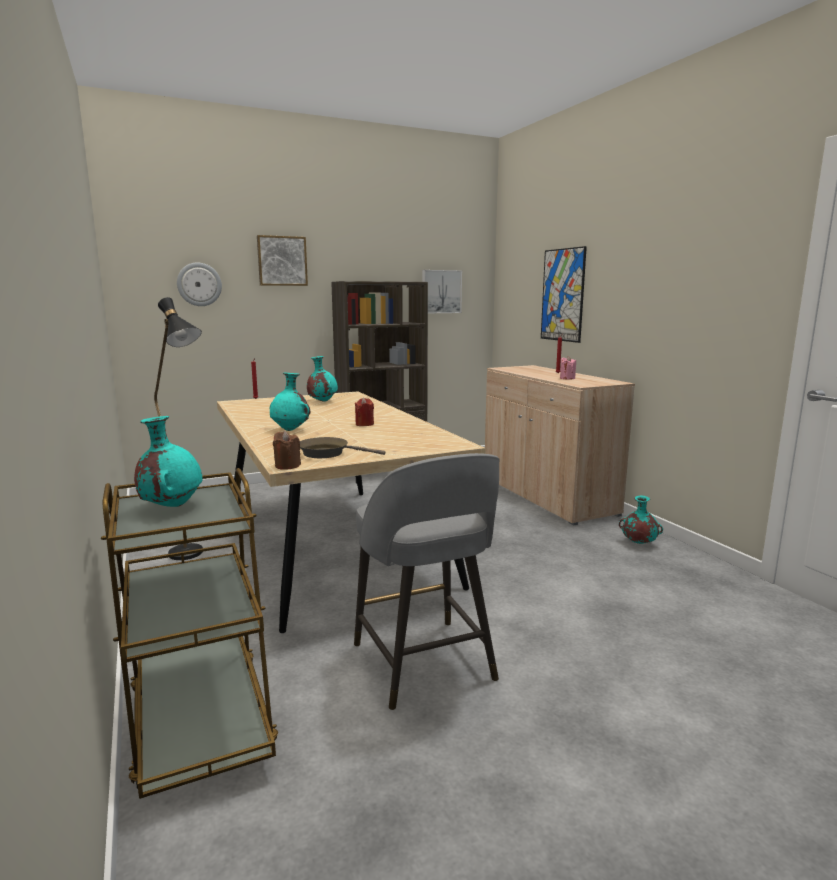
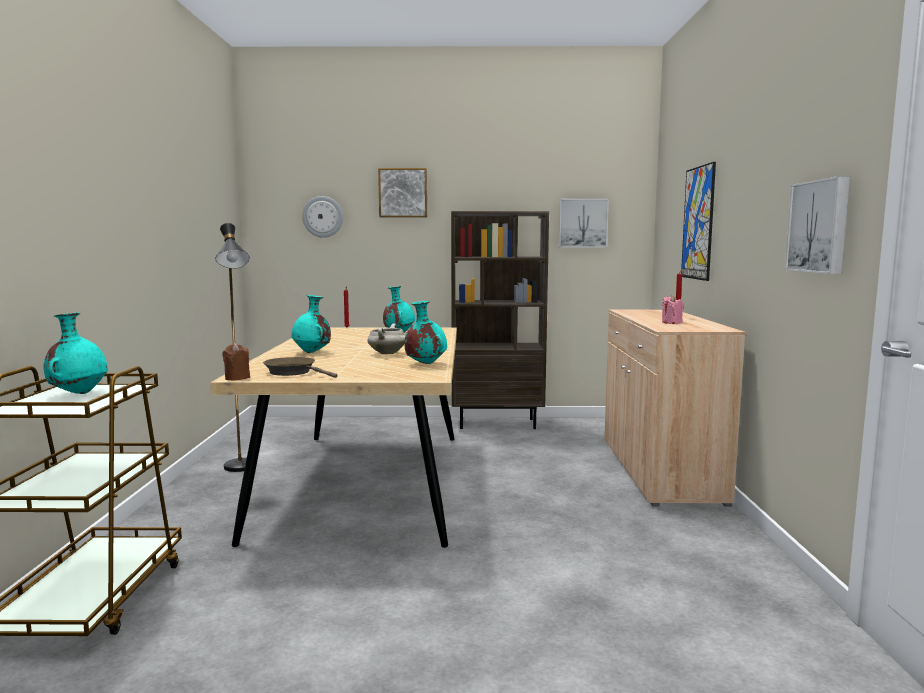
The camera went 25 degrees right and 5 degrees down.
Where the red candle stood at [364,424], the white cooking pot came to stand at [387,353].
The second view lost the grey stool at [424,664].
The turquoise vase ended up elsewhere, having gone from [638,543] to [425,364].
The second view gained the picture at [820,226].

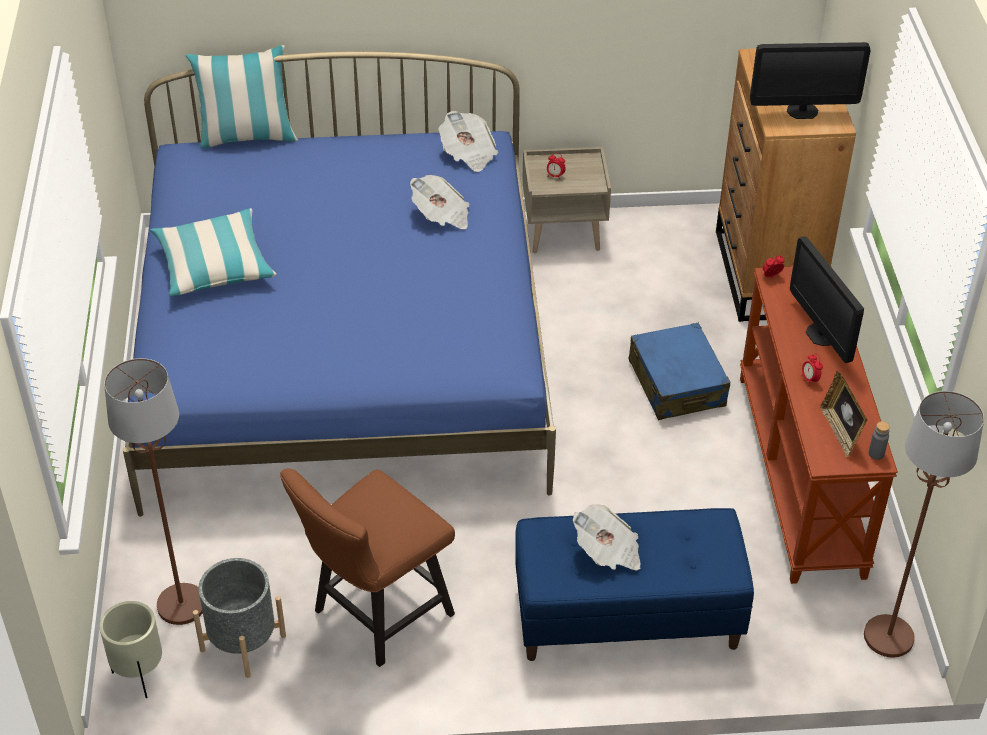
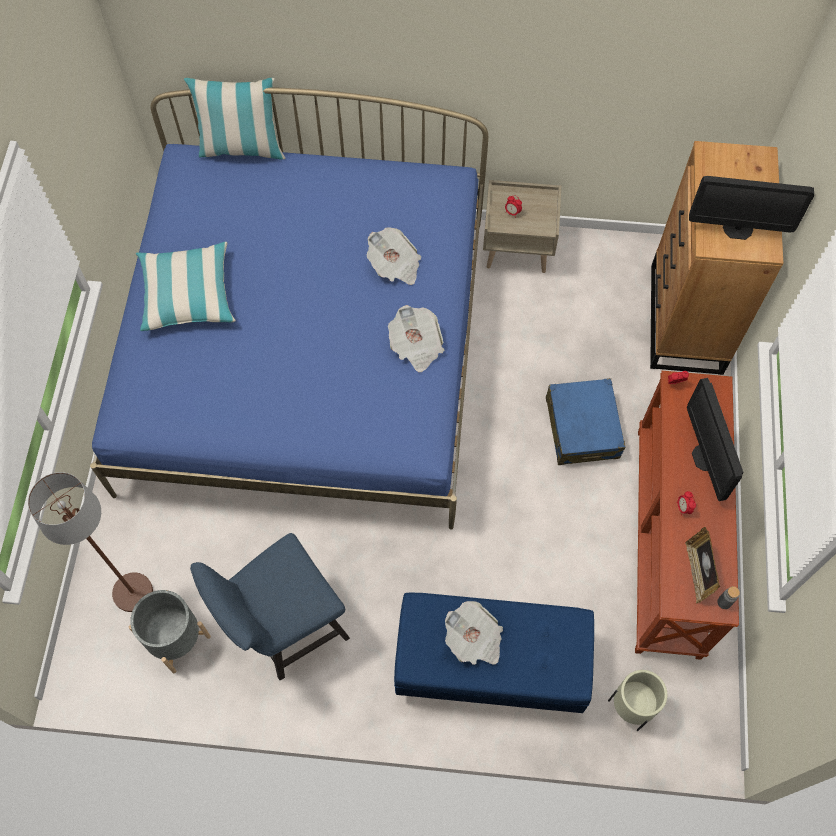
The camera went 10 degrees right and 20 degrees up.
The newspaper ended up elsewhere, having gone from [468,154] to [416,346].
The second view lost the brown floor lamp at [888,637].
What was the brown chair at [375,617] turned into the blue chair at [285,630].
The beige planter ended up elsewhere, having gone from [139,675] to [630,707].

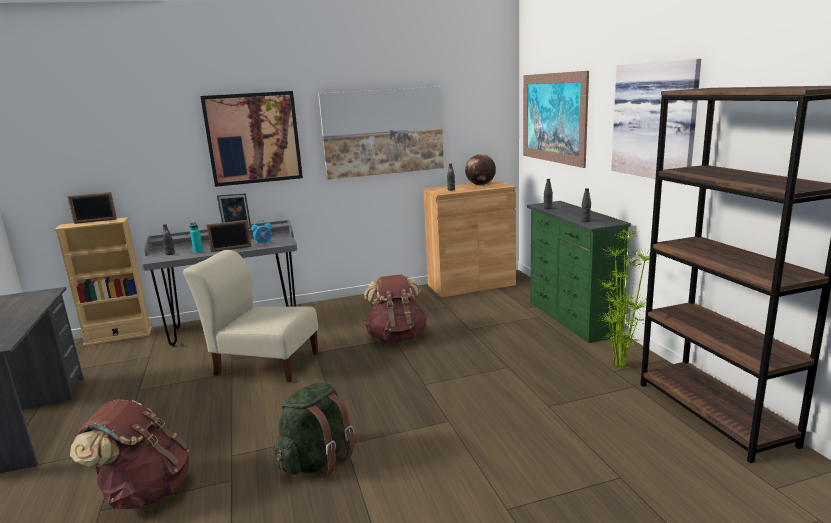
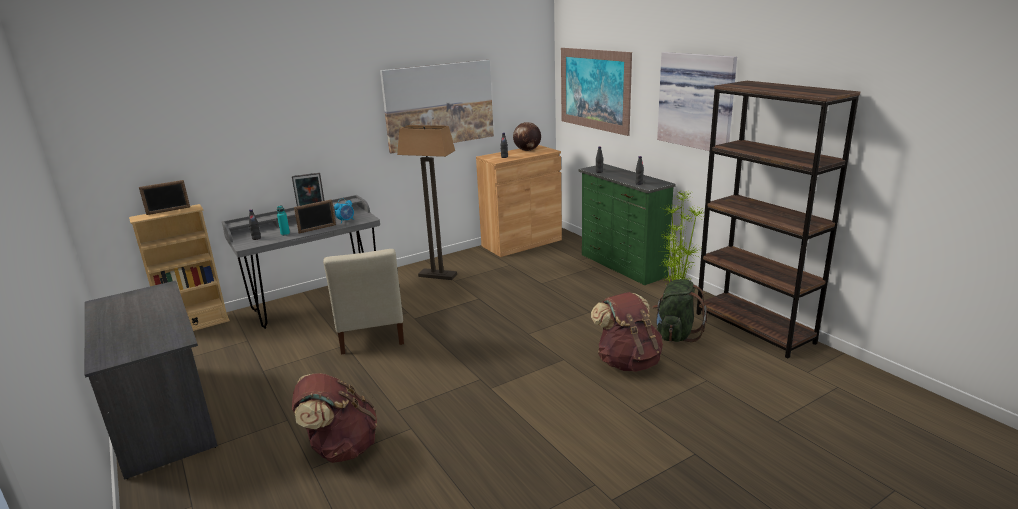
The camera went 15 degrees left and 5 degrees up.
The second view lost the picture at [253,138].
The beige chair at [263,363] ended up facing another way, 105 degrees counterclockwise from before.
The brown backpack ended up elsewhere, having gone from [397,337] to [627,362].
The green backpack ended up elsewhere, having gone from [317,460] to [676,334].
The second view gained the floor lamp at [437,275].

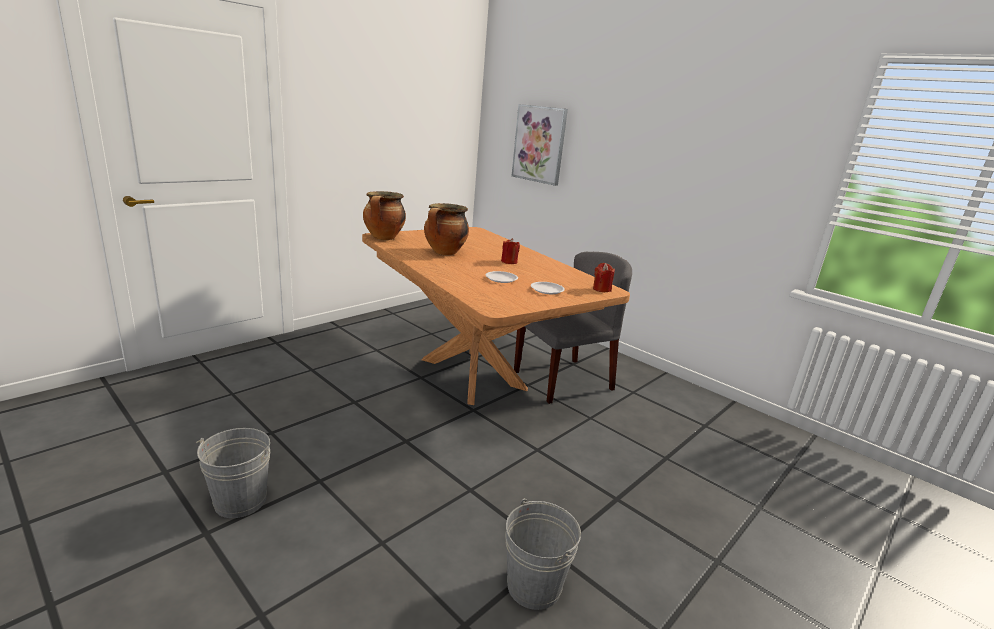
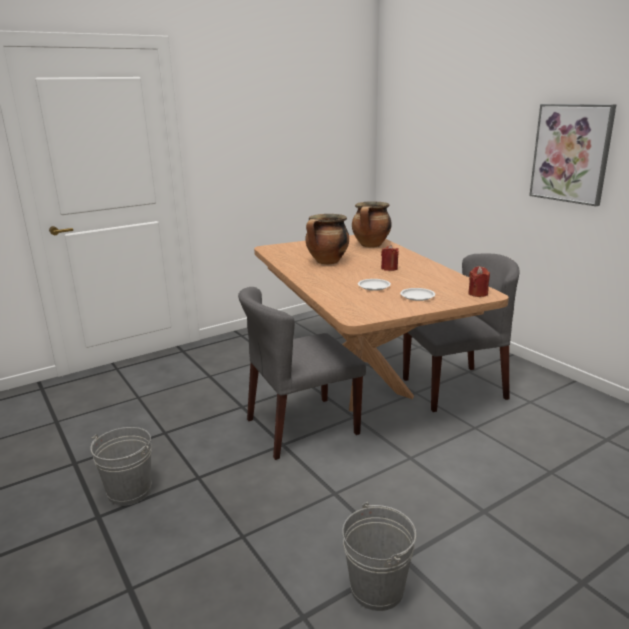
The camera went 15 degrees right and 0 degrees up.
The picture ended up elsewhere, having gone from [539,144] to [571,153].
The cooking pot ended up elsewhere, having gone from [384,238] to [371,245].
The second view gained the grey chair at [301,427].

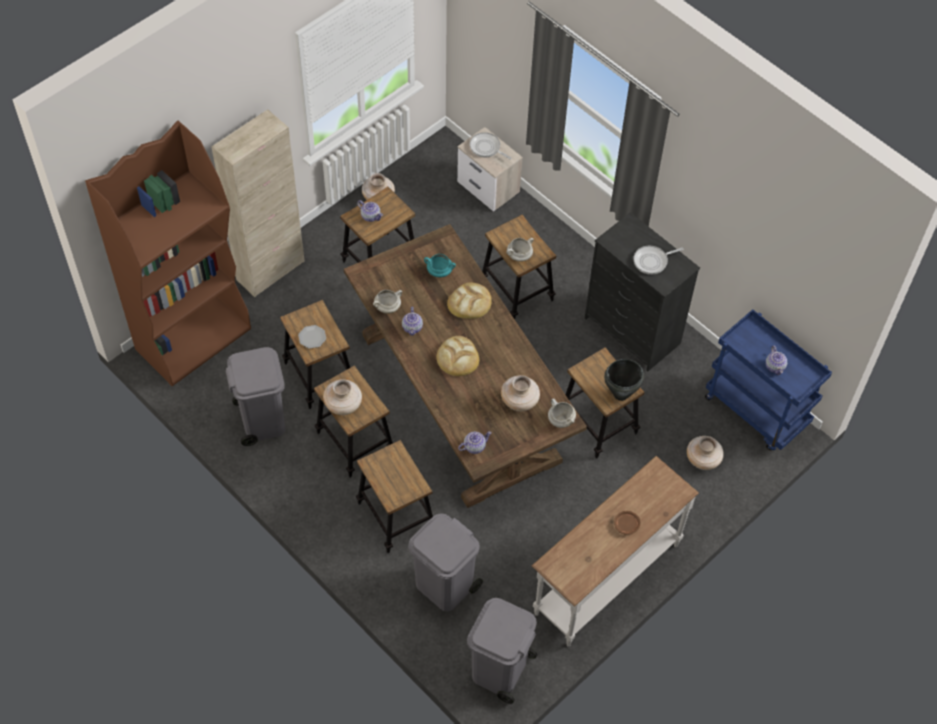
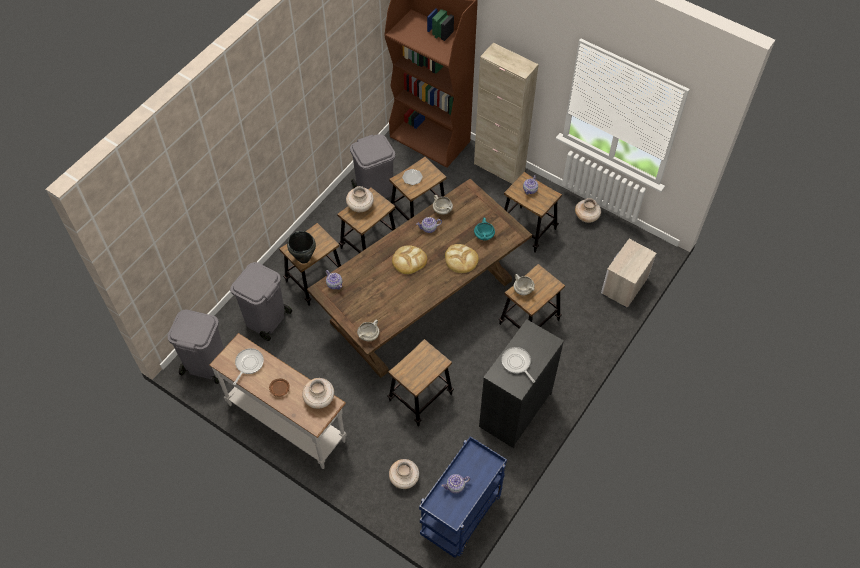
The camera went 80 degrees right and 0 degrees up.
The frying pan ended up elsewhere, having gone from [486,148] to [248,364].
The black cooking pot ended up elsewhere, having gone from [621,394] to [303,259].
The beige vase ended up elsewhere, having gone from [520,401] to [319,399].

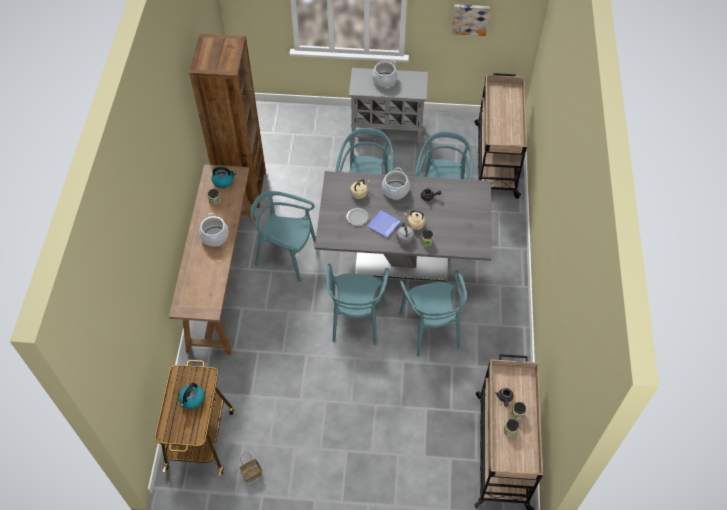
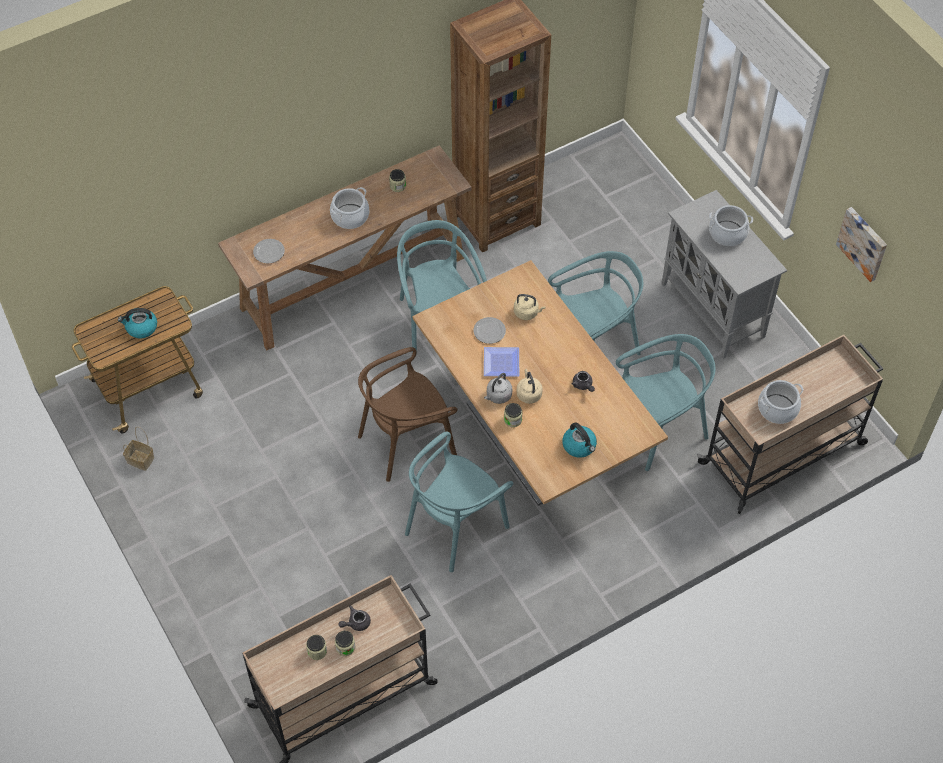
The camera went 55 degrees right and 0 degrees up.
The kettle ended up elsewhere, having gone from [223,181] to [579,446].
The cooking pot ended up elsewhere, having gone from [395,190] to [777,409].
What was the grey dining table at [402,257] turned into the brown dining table at [533,437].
What was the turquoise chair at [356,319] turned into the brown chair at [406,442].
The second view gained the plate at [269,251].

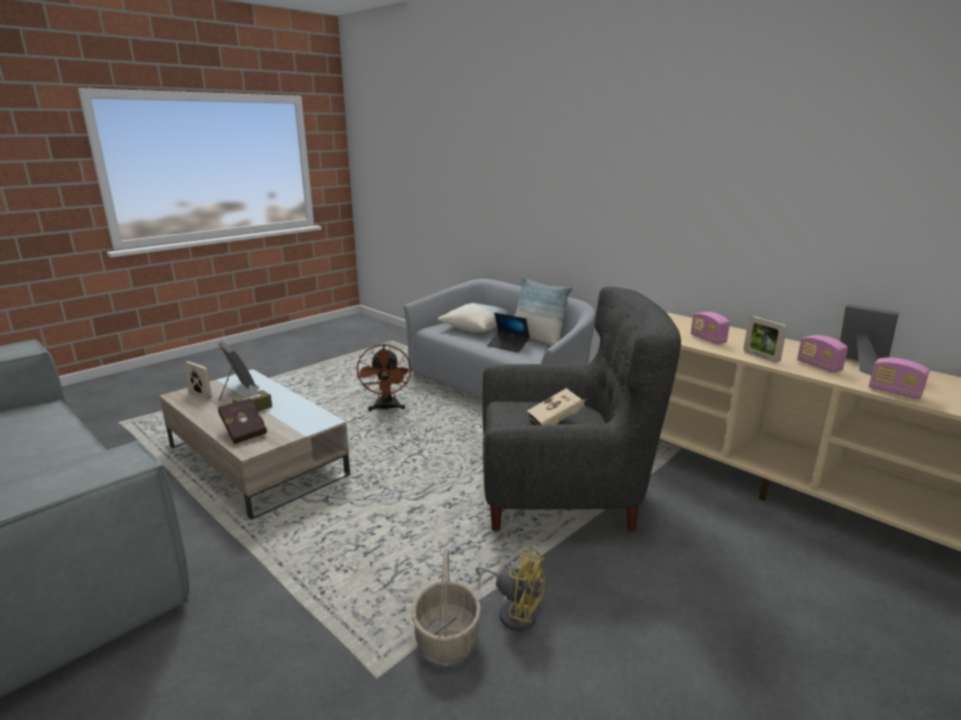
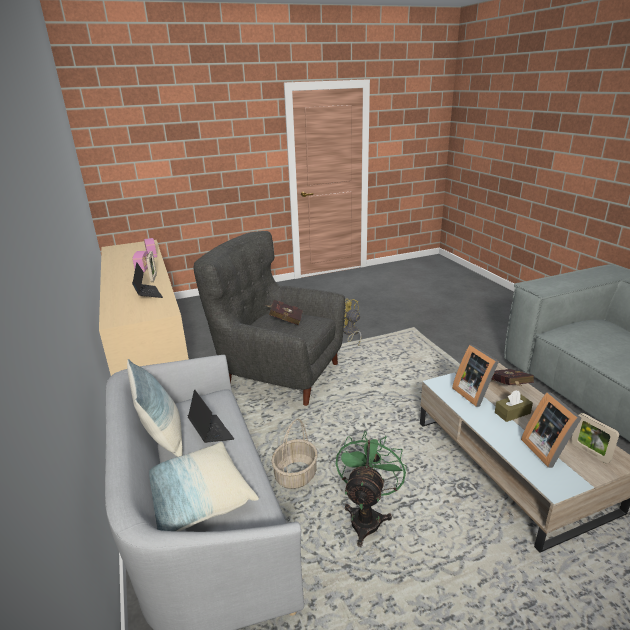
The camera went 155 degrees left and 5 degrees up.
The picture frame ended up elsewhere, having gone from [860,364] to [474,393].
Where the radio stood at [708,339], the laptop came to stand at [148,294].
What was the brown fan at [386,408] turned into the green fan at [367,516].
What was the beige book at [557,421] turned into the red book at [285,320].
The basket ended up elsewhere, having gone from [446,637] to [296,475].

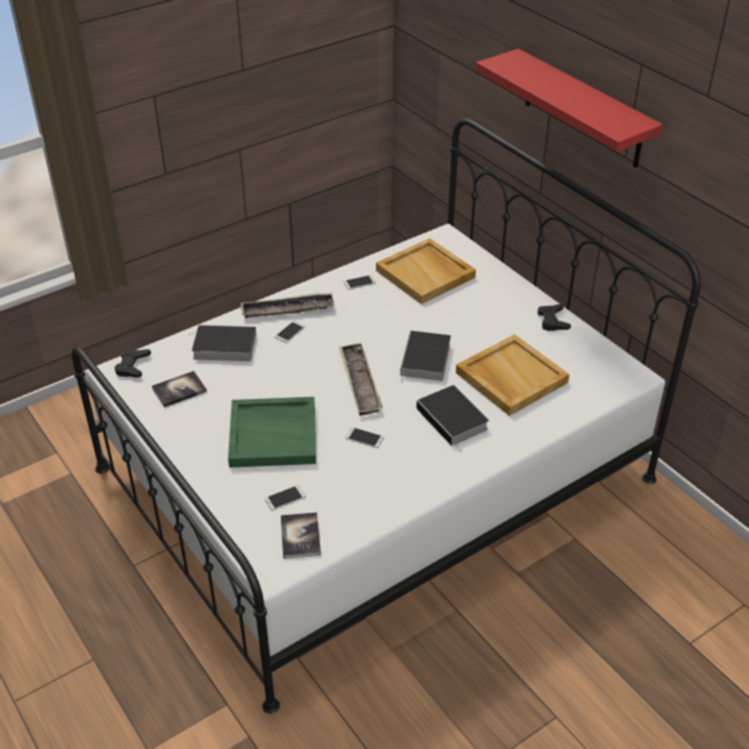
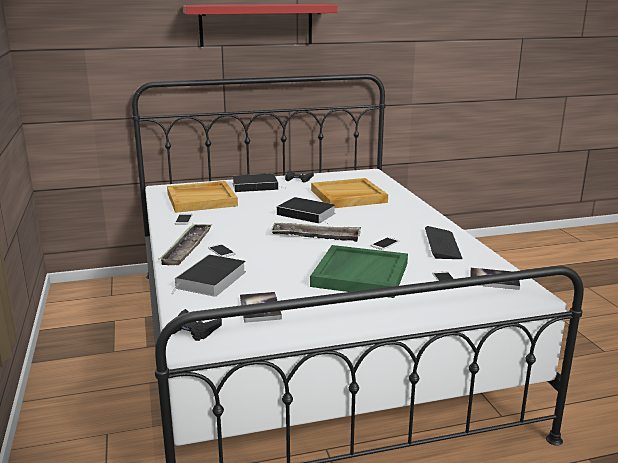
The camera went 70 degrees left and 20 degrees down.
The book ended up elsewhere, having gone from [453,420] to [256,186].
The second view gained the keyboard at [442,244].

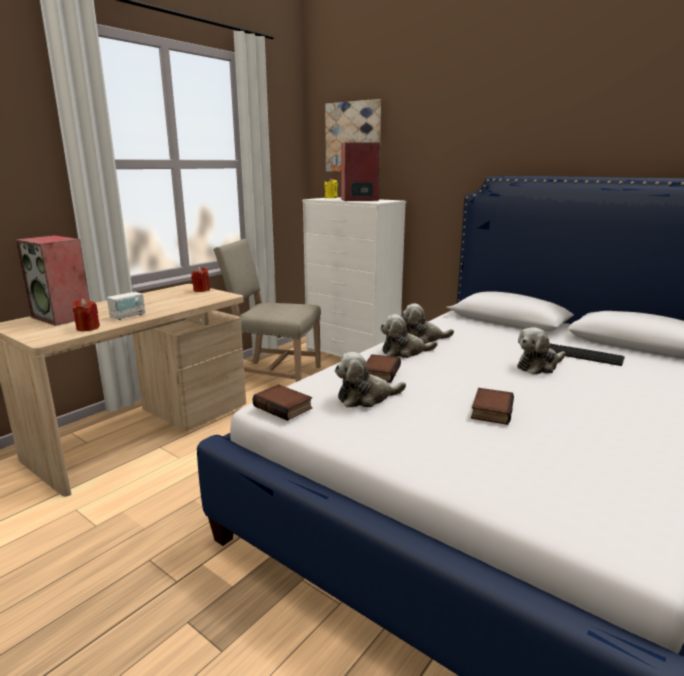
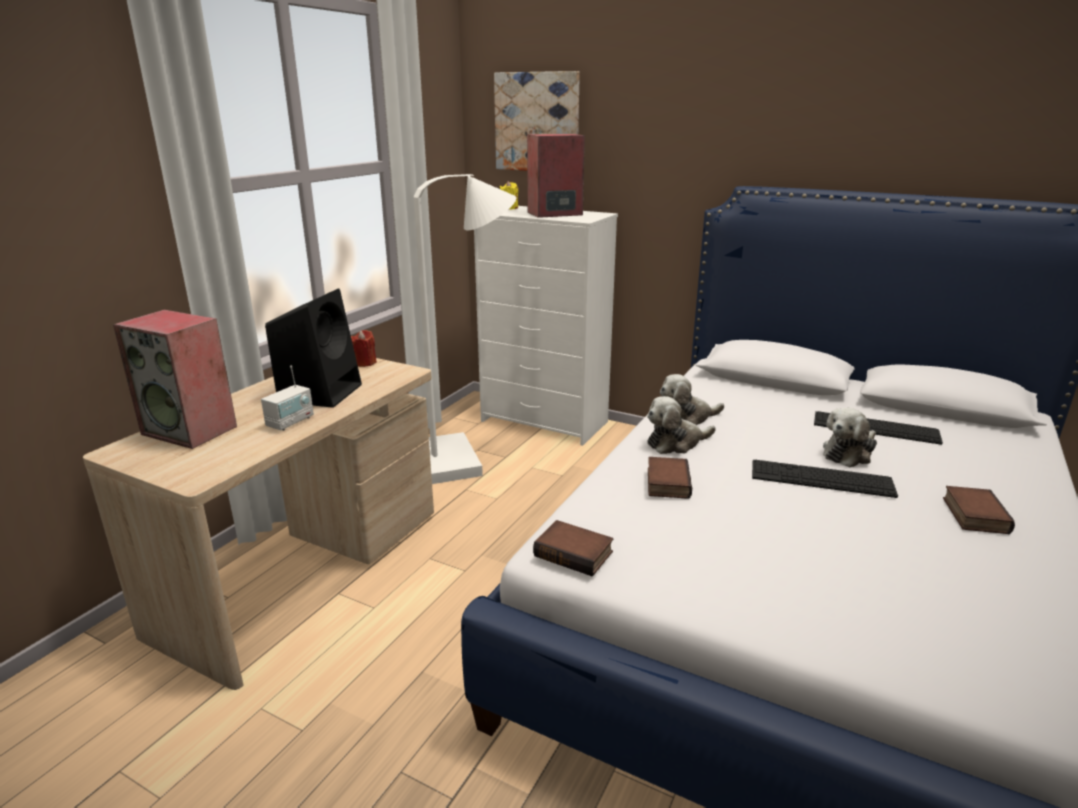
The camera went 10 degrees left and 5 degrees up.
Where the beige chair stood at [274,375], the white floor lamp came to stand at [450,461].
The second view lost the red candle at [87,328].
The second view lost the plush toy at [366,398].
The book ended up elsewhere, having gone from [490,410] to [972,515].
The second view gained the black speaker at [321,392].
The second view gained the keyboard at [821,478].

